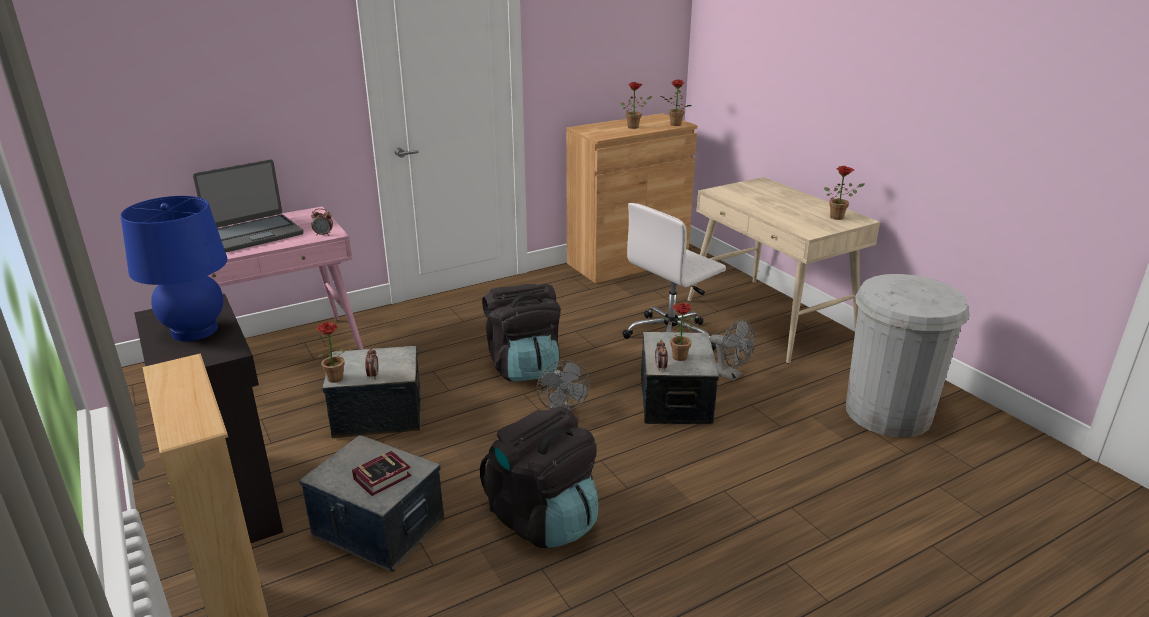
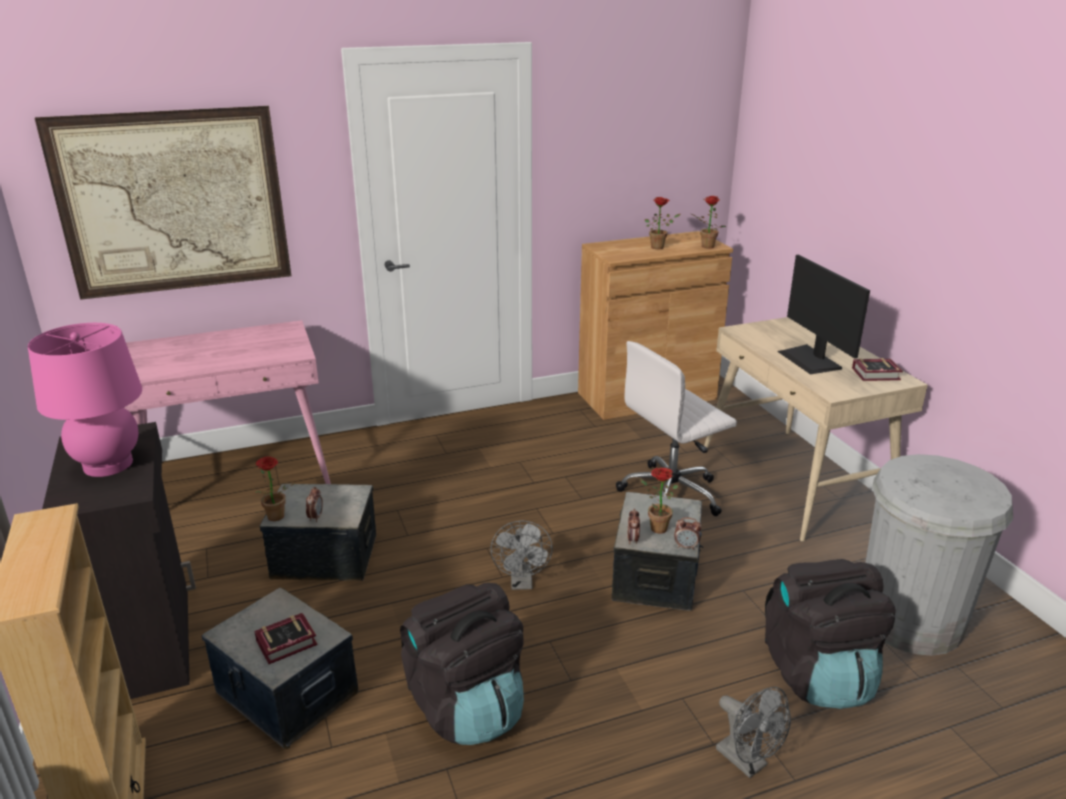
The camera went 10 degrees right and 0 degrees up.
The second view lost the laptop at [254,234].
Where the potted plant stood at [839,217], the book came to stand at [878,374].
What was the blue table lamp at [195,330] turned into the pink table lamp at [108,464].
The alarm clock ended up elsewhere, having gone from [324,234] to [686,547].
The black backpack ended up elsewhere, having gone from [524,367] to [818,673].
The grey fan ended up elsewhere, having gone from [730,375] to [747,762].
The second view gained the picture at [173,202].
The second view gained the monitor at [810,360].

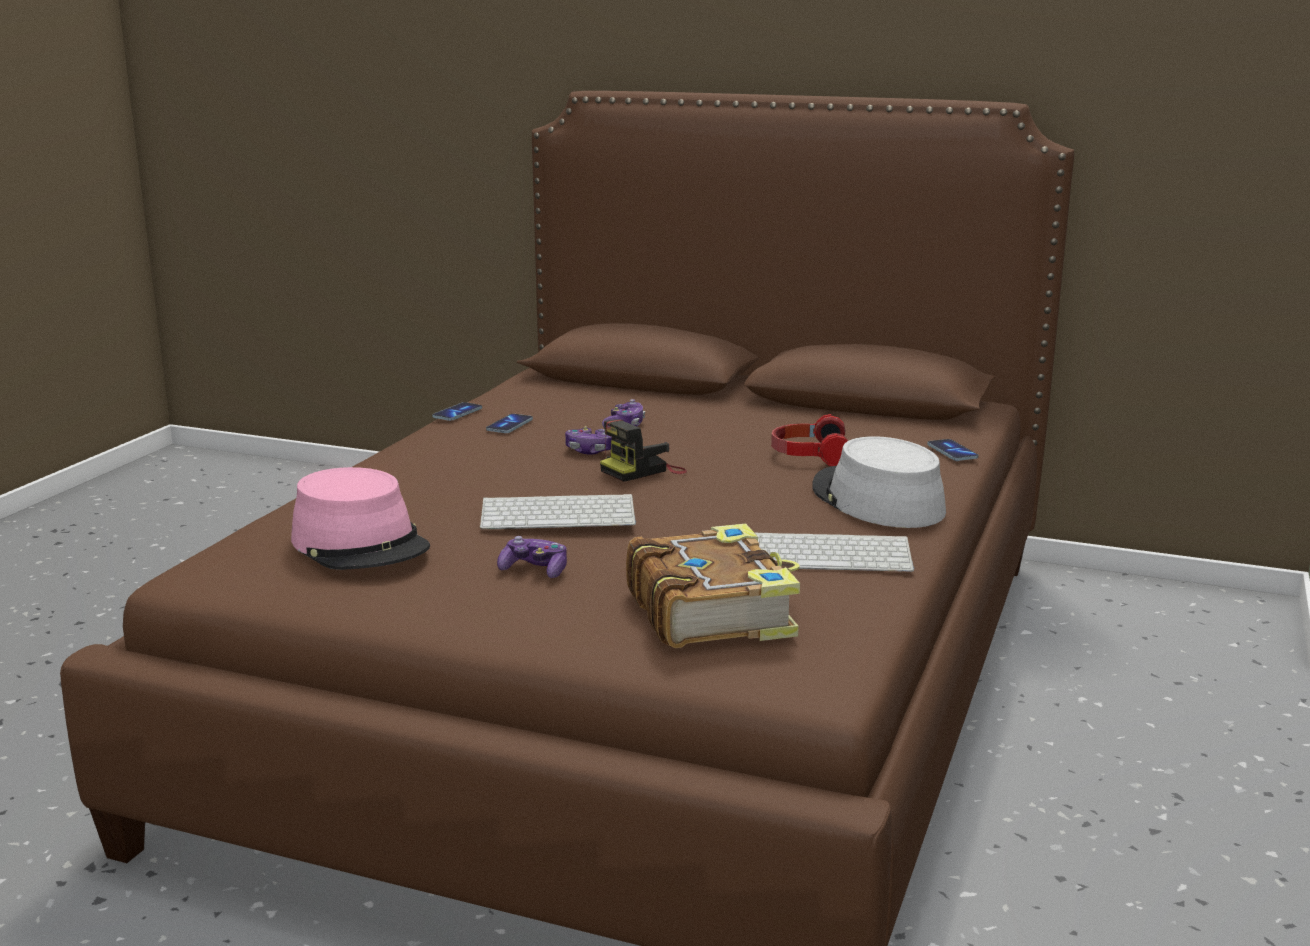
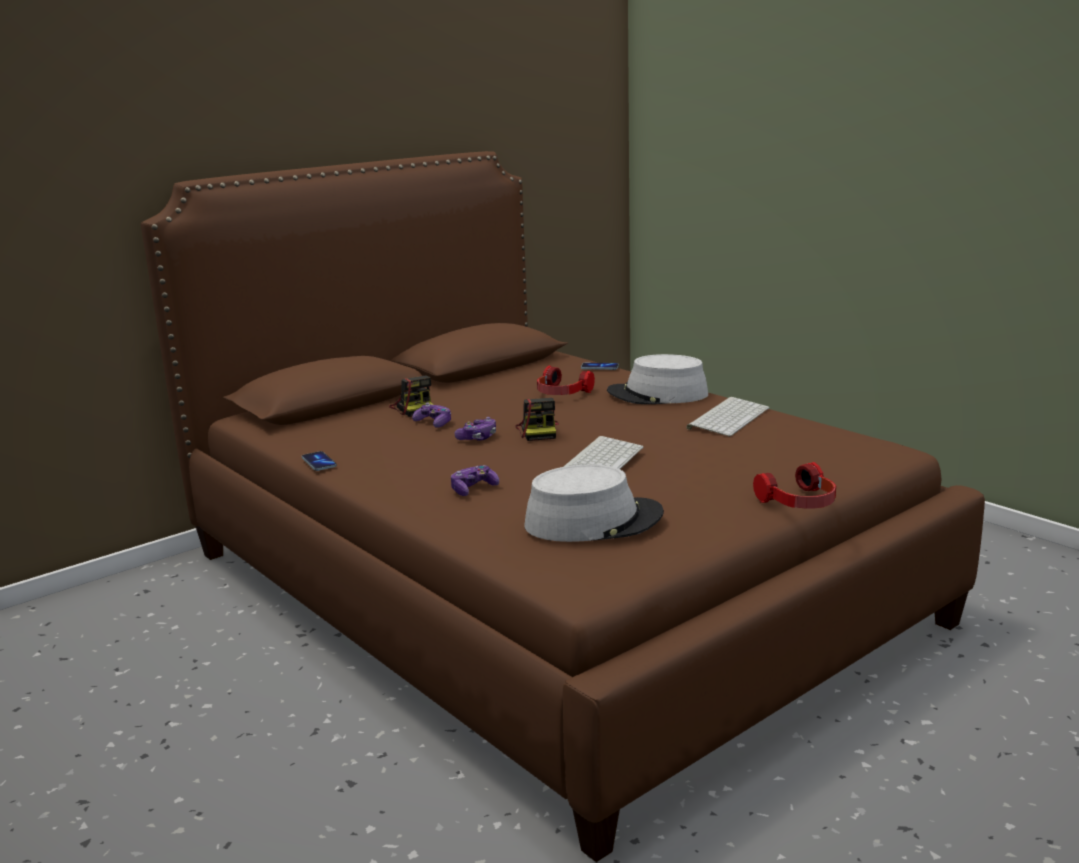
The camera went 60 degrees left and 0 degrees up.
The second view lost the phone at [509,425].
What was the pink hat at [361,543] turned into the grey hat at [593,521].
The second view lost the book at [711,611].
The game controller ended up elsewhere, having gone from [534,570] to [473,489].
The second view gained the photo camera at [413,408].
The second view gained the headphones at [799,503].

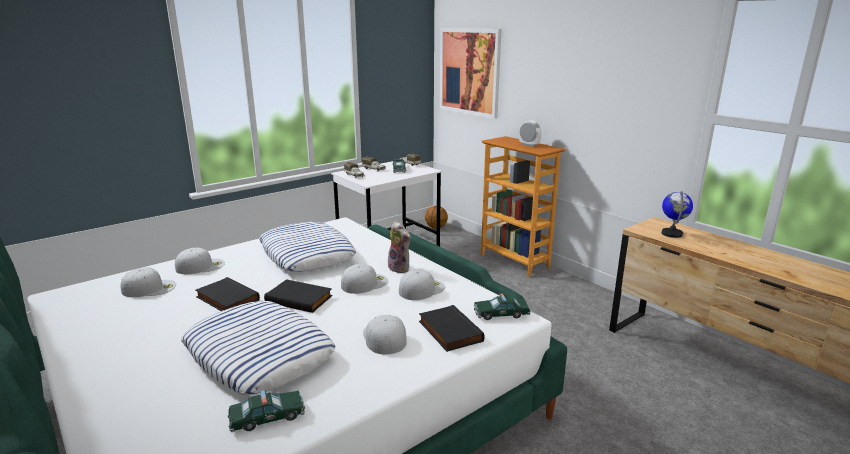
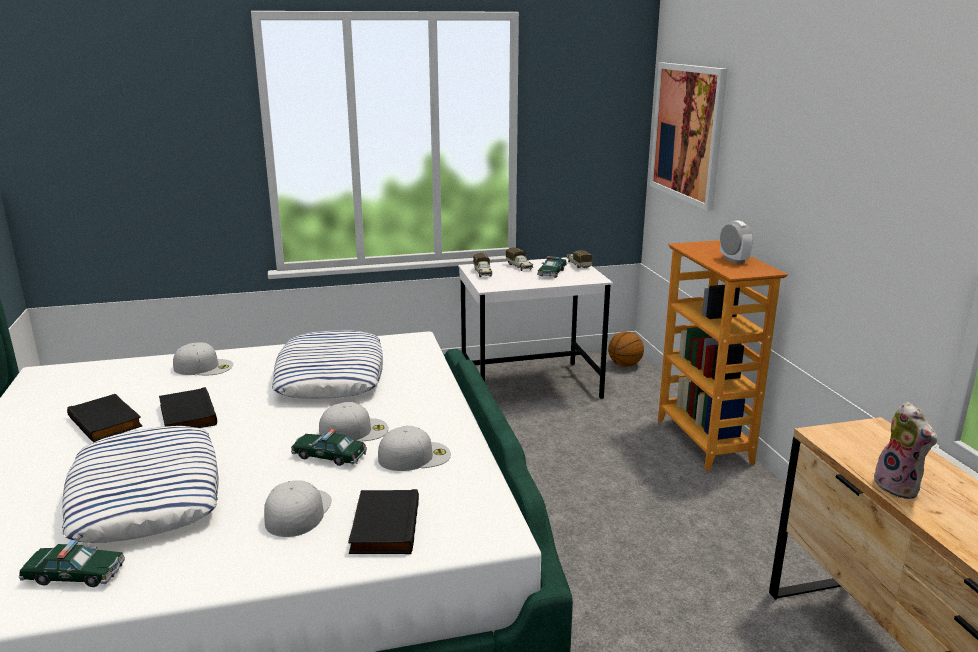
The camera went 25 degrees right and 0 degrees up.
The second view lost the globe at [672,234].
The plush toy ended up elsewhere, having gone from [400,268] to [899,487].
The second view lost the white cap at [149,288].
The black book ended up elsewhere, having gone from [300,298] to [107,421].
The toy car ended up elsewhere, having gone from [501,314] to [329,456].

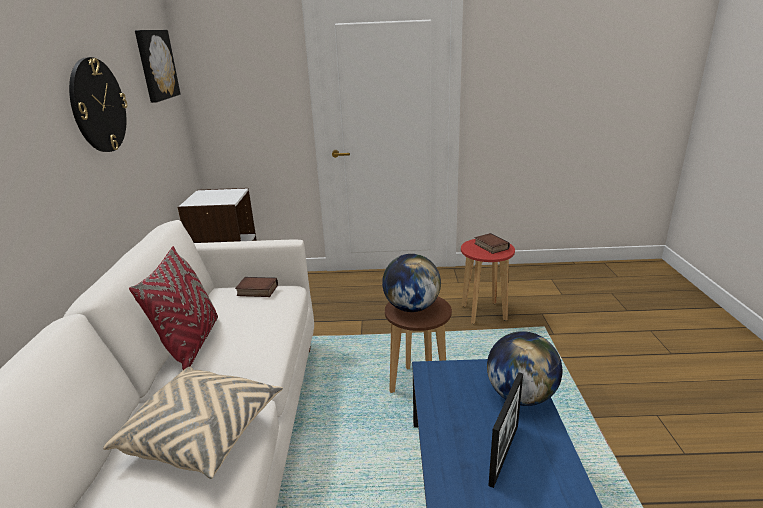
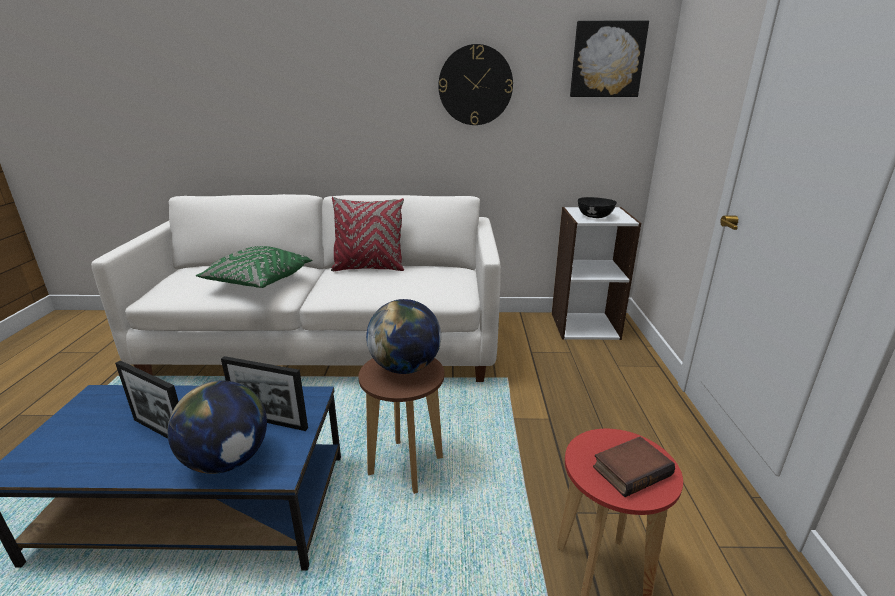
The camera went 90 degrees right and 0 degrees up.
The second view lost the book at [256,291].
What was the beige pillow at [203,433] turned into the green pillow at [258,281].
The second view gained the black bowl at [594,216].
The second view gained the picture frame at [270,421].

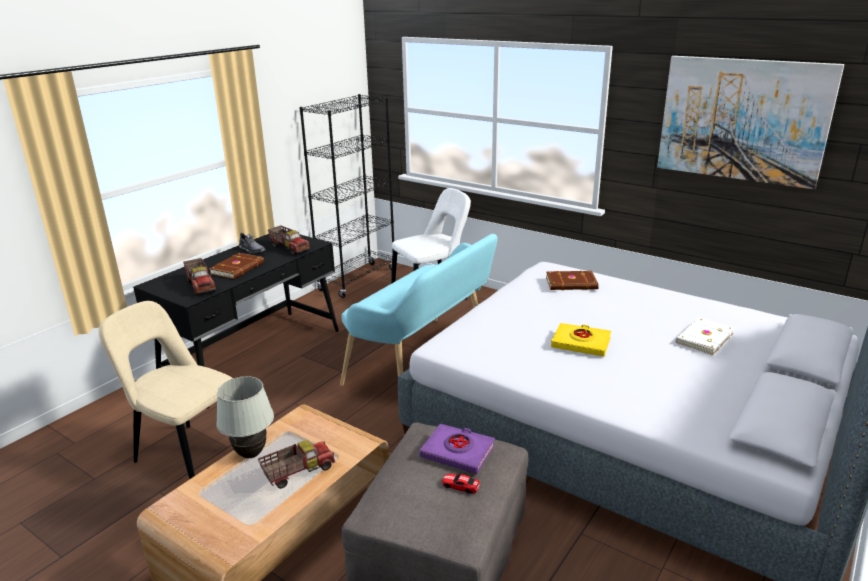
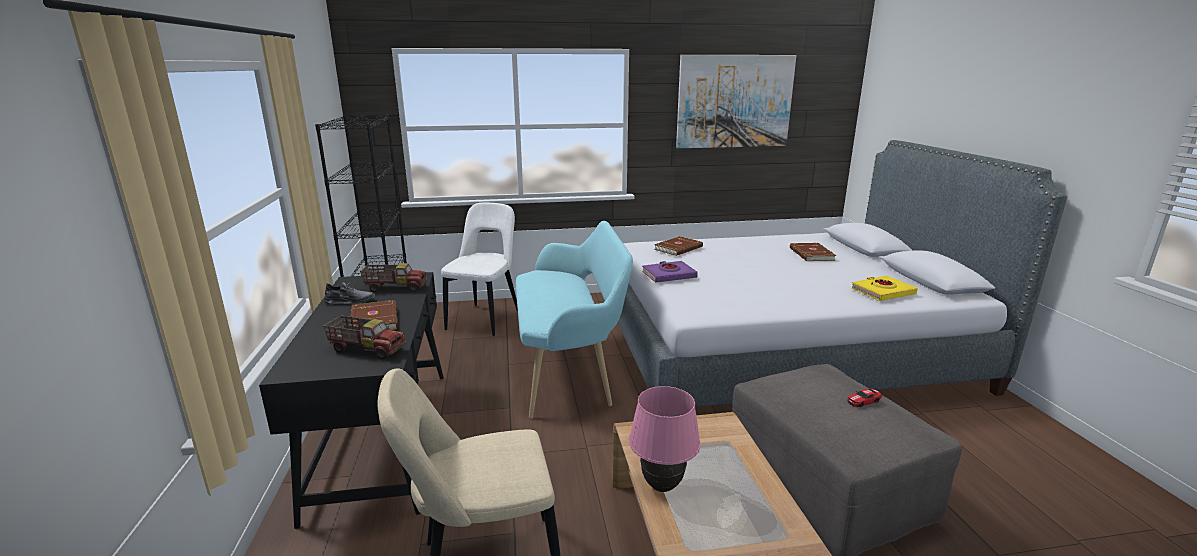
The camera went 45 degrees left and 5 degrees down.
What was the white book at [703,338] turned into the brown book at [810,254].
The yellow book ended up elsewhere, having gone from [581,343] to [882,292].
What was the white table lamp at [251,454] turned into the pink table lamp at [662,486].
The purple book ended up elsewhere, having gone from [458,452] to [669,275].
The second view lost the toy truck at [298,472].

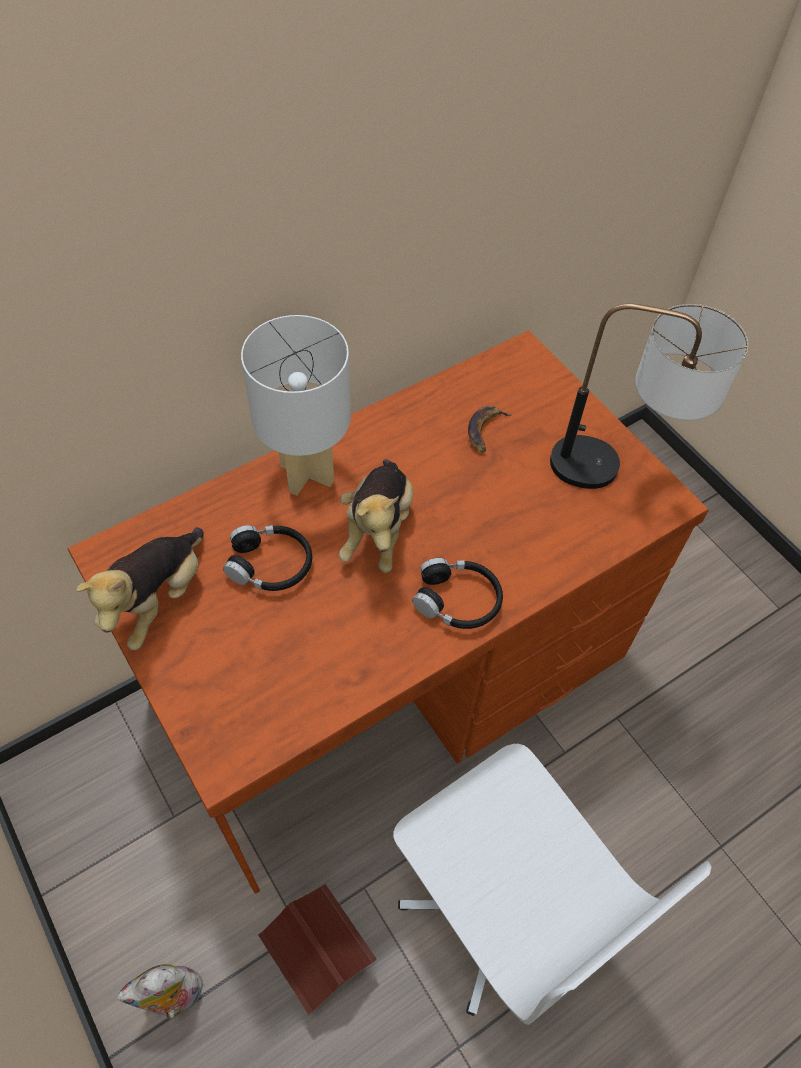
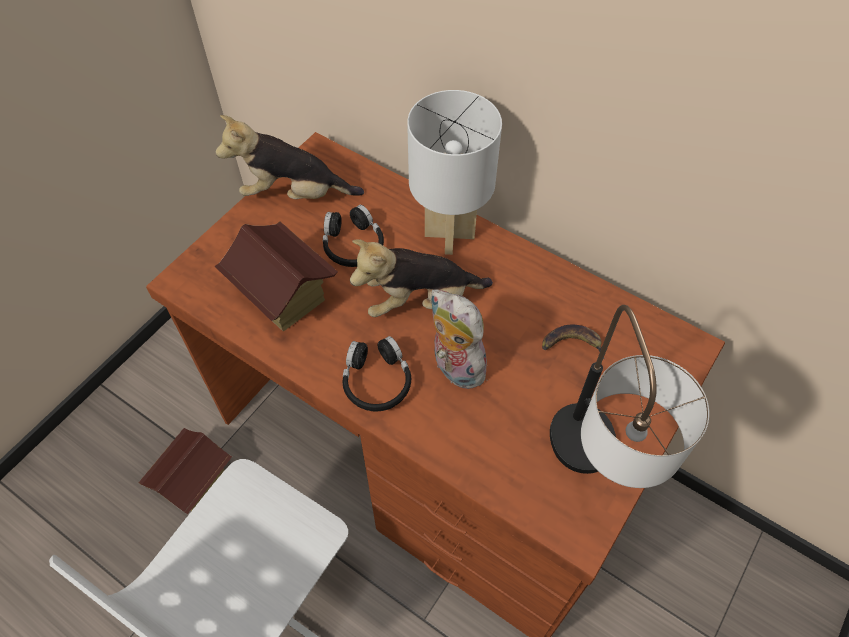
The camera went 70 degrees right and 0 degrees up.
The plush toy ended up elsewhere, having gone from [173,997] to [454,367].
The second view gained the toy house at [283,297].

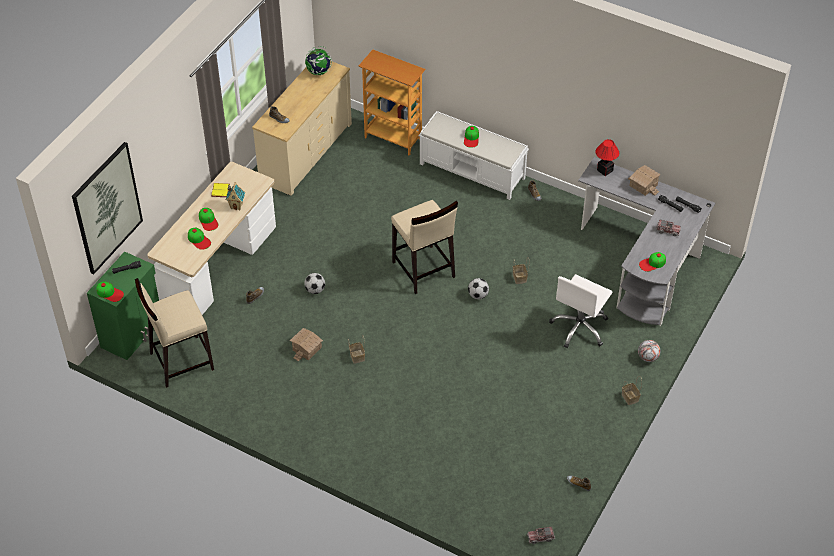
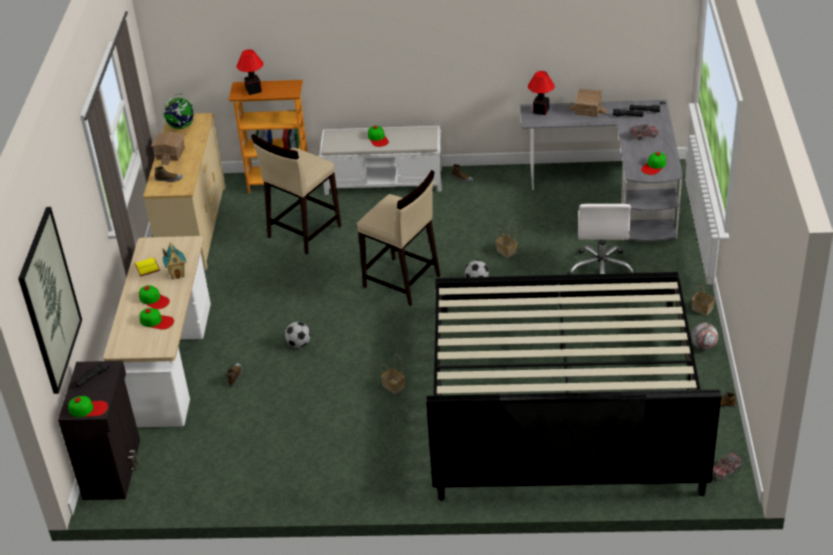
The camera went 25 degrees left and 10 degrees down.
What was the green cabinet at [133,333] turned into the black cabinet at [113,468].
The beige stool ended up elsewhere, having gone from [181,361] to [303,232].
The toy house ended up elsewhere, having gone from [307,349] to [171,153].
The football ended up elsewhere, having gone from [648,357] to [703,346].
The second view gained the table lamp at [254,90].
The second view gained the bed at [562,398].

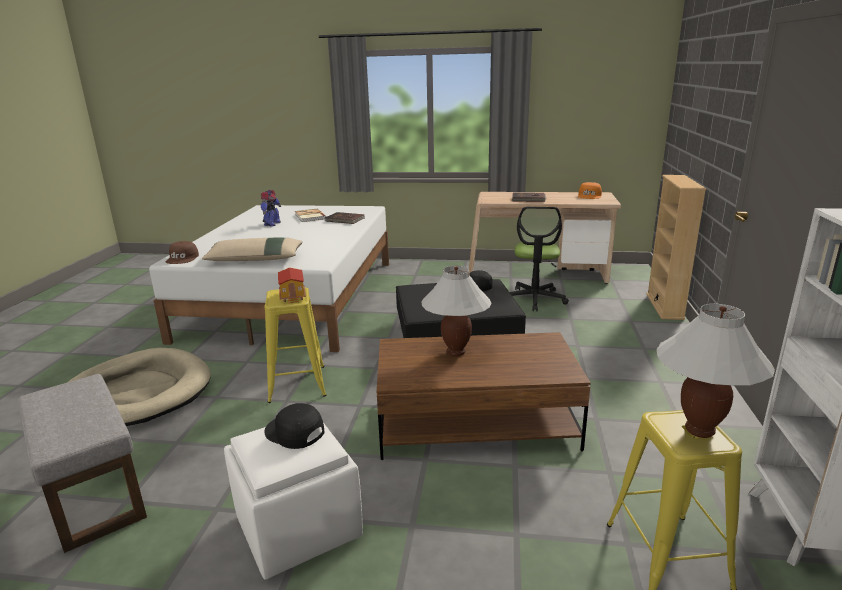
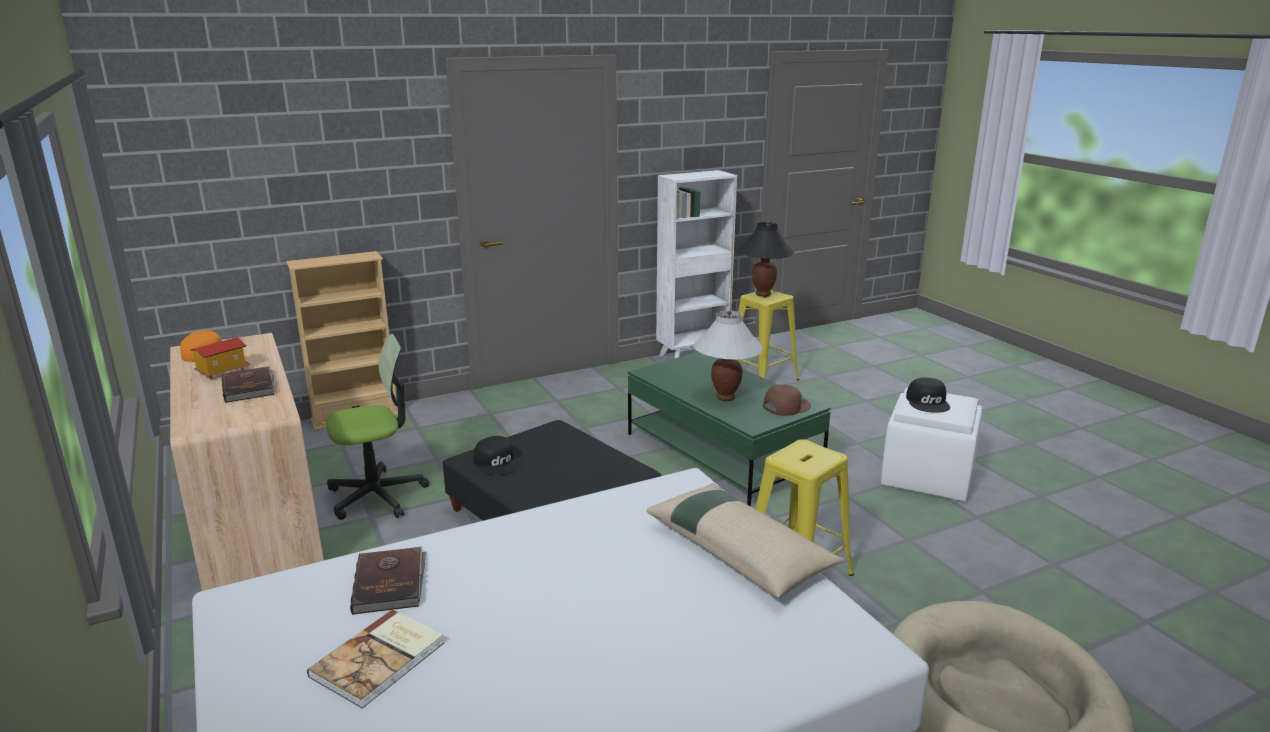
The camera went 125 degrees left and 0 degrees up.
The second view lost the toy robot at [272,224].
The brown cap ended up elsewhere, having gone from [183,258] to [786,406].
The toy house ended up elsewhere, having gone from [293,296] to [222,371].
What was the white table lamp at [700,430] turned into the black table lamp at [763,294].
What was the brown coffee table at [475,424] turned into the green coffee table at [722,454].
The second view lost the grey ottoman at [92,494].

